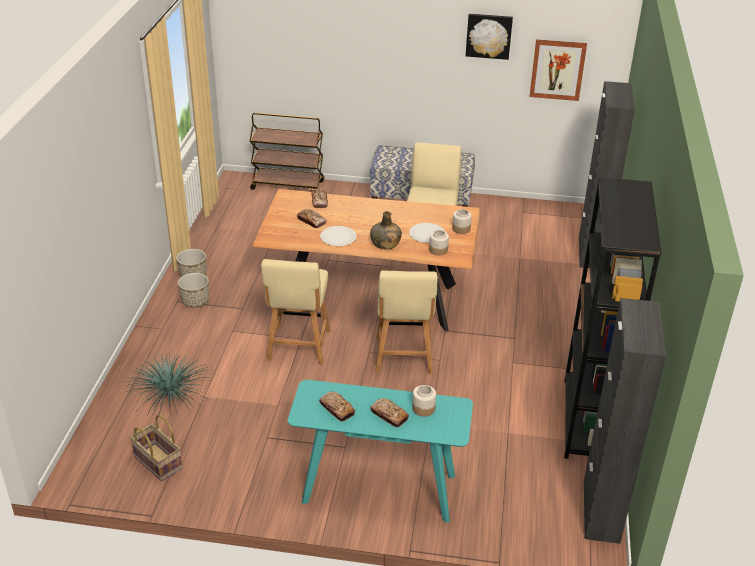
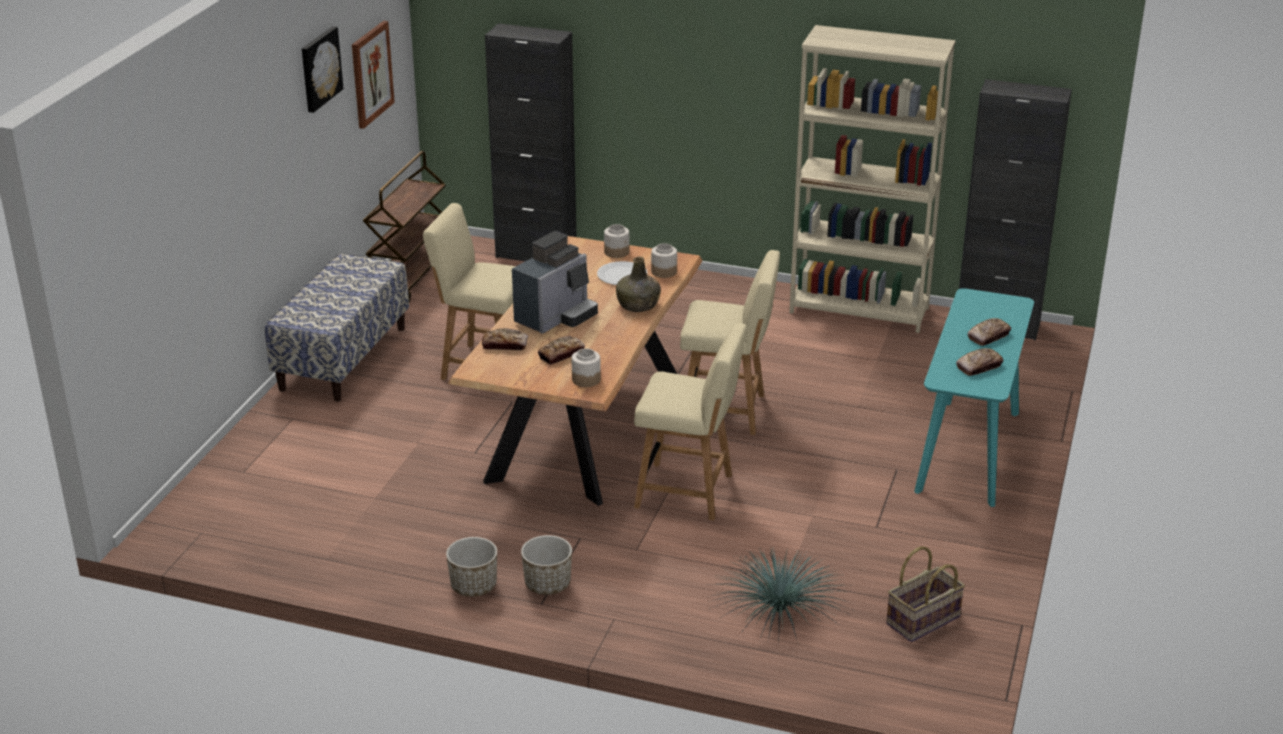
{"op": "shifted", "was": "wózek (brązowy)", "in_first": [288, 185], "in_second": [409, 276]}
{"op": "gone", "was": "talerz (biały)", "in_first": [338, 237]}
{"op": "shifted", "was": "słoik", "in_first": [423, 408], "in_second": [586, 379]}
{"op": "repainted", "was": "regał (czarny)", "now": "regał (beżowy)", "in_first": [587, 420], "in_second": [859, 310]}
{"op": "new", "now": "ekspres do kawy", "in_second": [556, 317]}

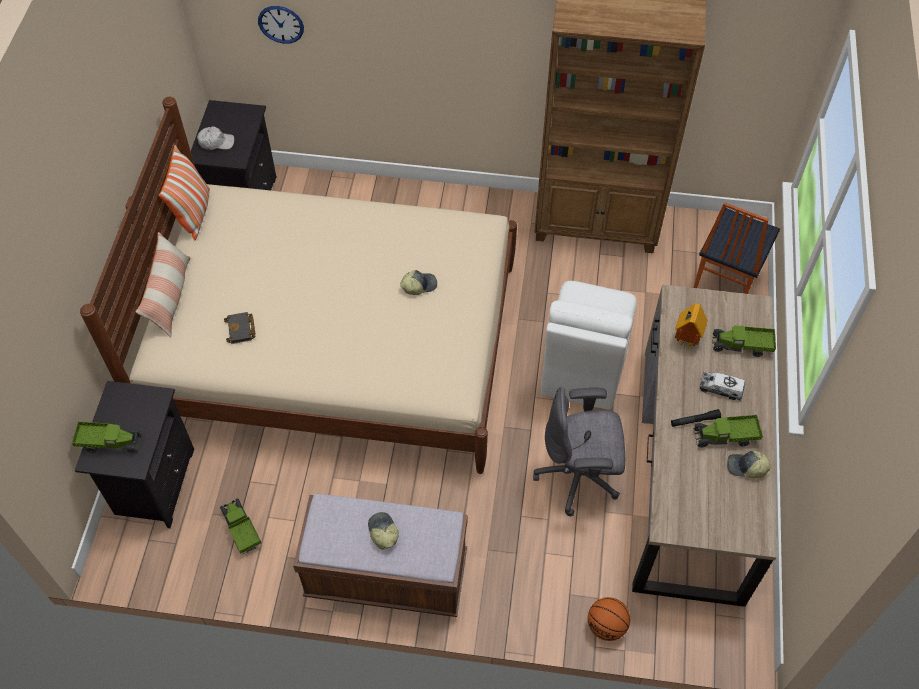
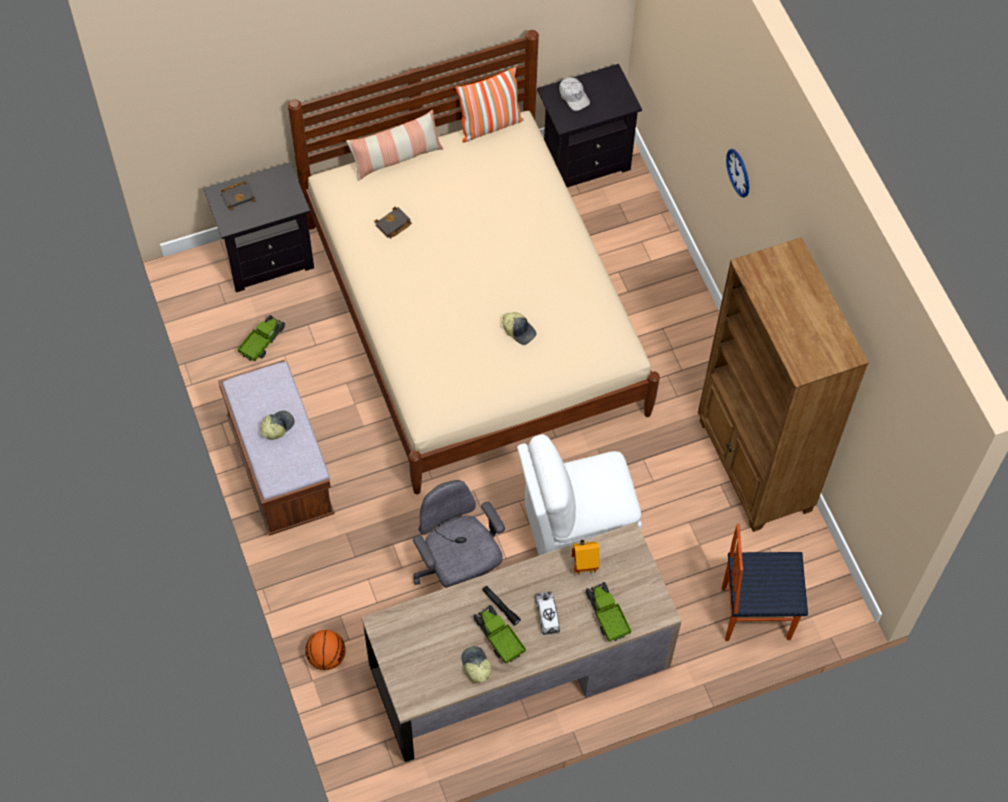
{"op": "swapped", "was": "ciężarówka zabawkowa", "now": "książka (czarny)", "in_first": [109, 442], "in_second": [238, 196]}
{"op": "shifted", "was": "zegar ścienny", "in_first": [281, 24], "in_second": [738, 172]}

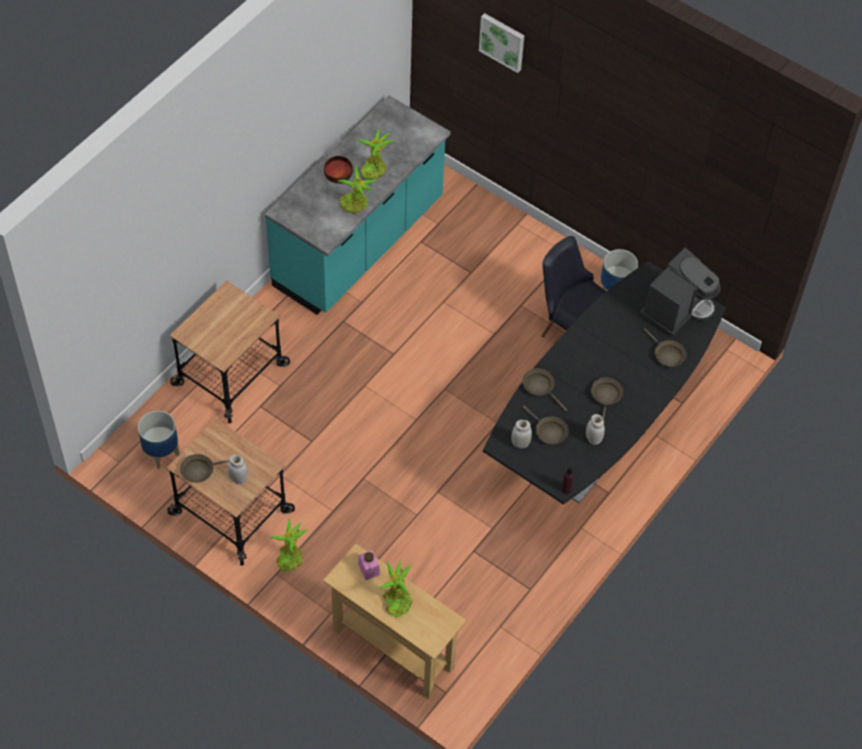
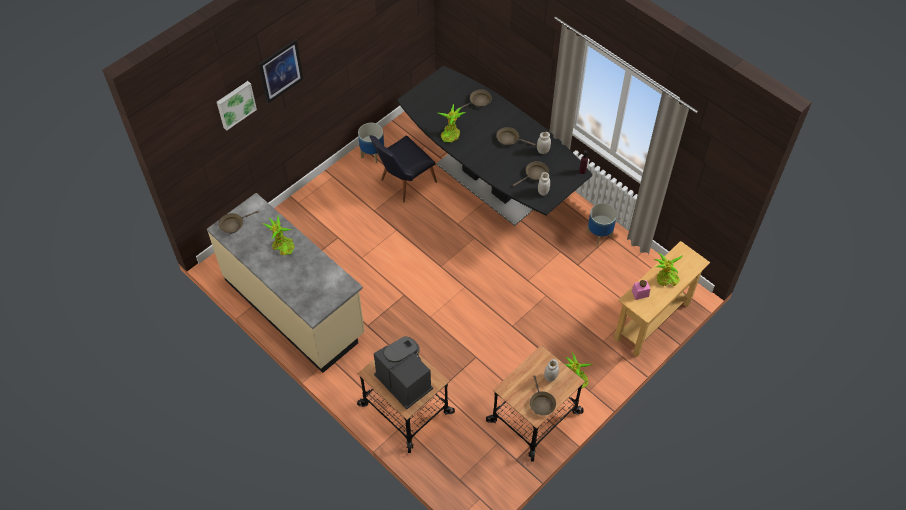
{"op": "shifted", "was": "donica", "in_first": [161, 453], "in_second": [599, 235]}
{"op": "repainted", "was": "zabudowa kuchenna (turkusowy)", "now": "zabudowa kuchenna (beżowy)", "in_first": [359, 244], "in_second": [295, 307]}
{"op": "gone", "was": "miska", "in_first": [338, 174]}
{"op": "shifted", "was": "roślina doniczkowa", "in_first": [356, 205], "in_second": [450, 134]}
{"op": "shifted", "was": "patelnia (brązowy)", "in_first": [540, 387], "in_second": [233, 224]}
{"op": "shifted", "was": "ekspres do kawy", "in_first": [677, 309], "in_second": [404, 380]}
{"op": "new", "now": "obraz", "in_second": [280, 71]}

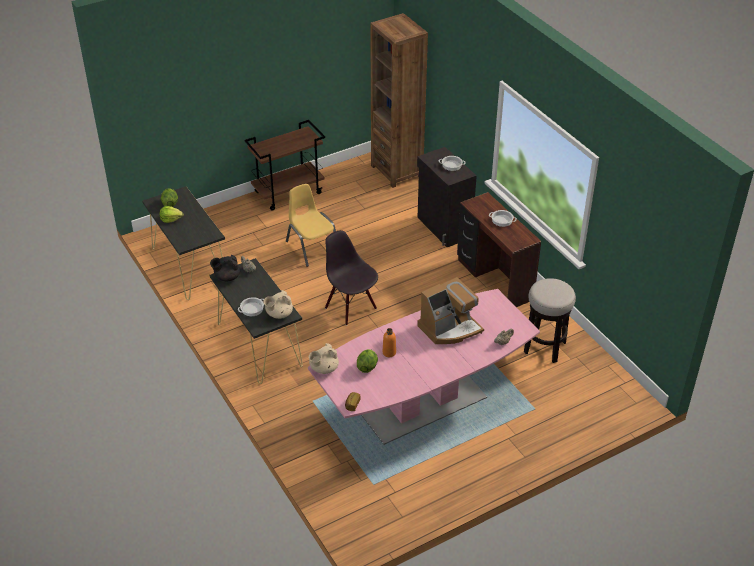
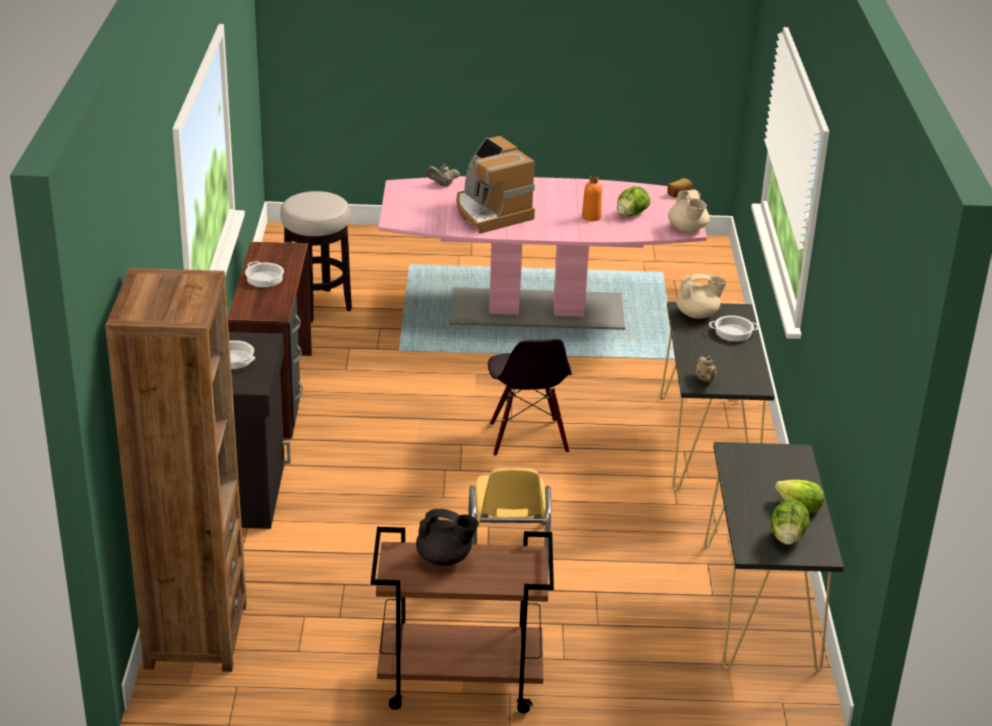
{"op": "shifted", "was": "imbryk (czarny)", "in_first": [227, 277], "in_second": [445, 558]}
{"op": "rotated", "was": "imbryk (beżowy)", "in_first": [323, 368], "in_second": [687, 229], "clockwise": 90}
{"op": "rotated", "was": "ekspres do kawy", "in_first": [450, 328], "in_second": [490, 213], "clockwise": -120}

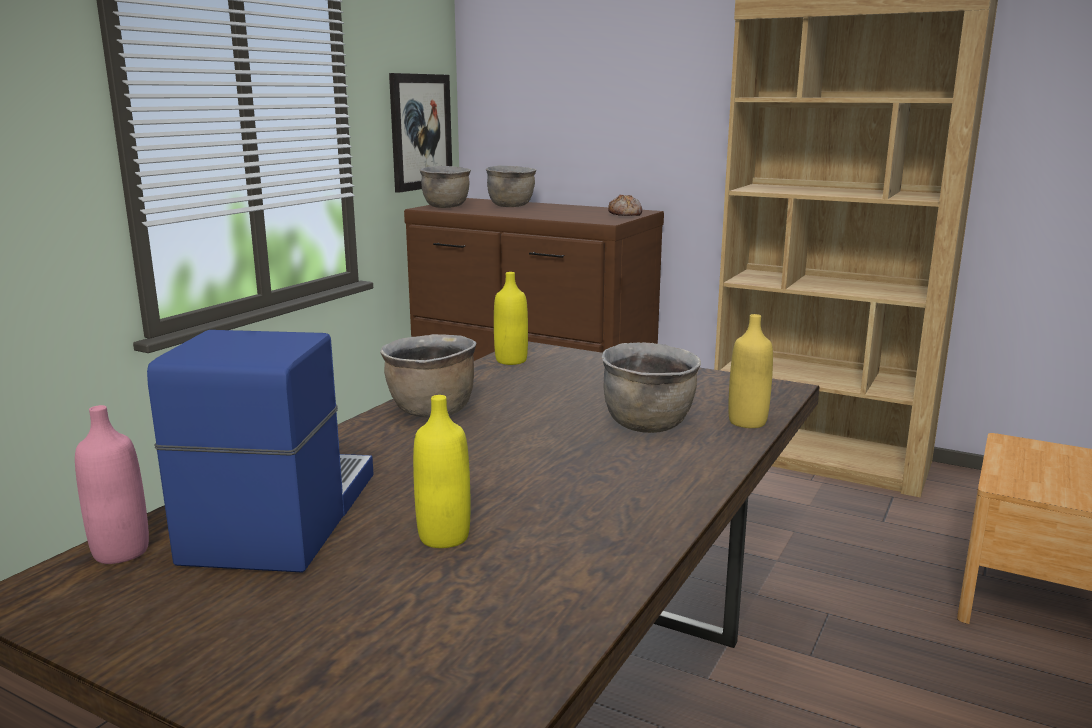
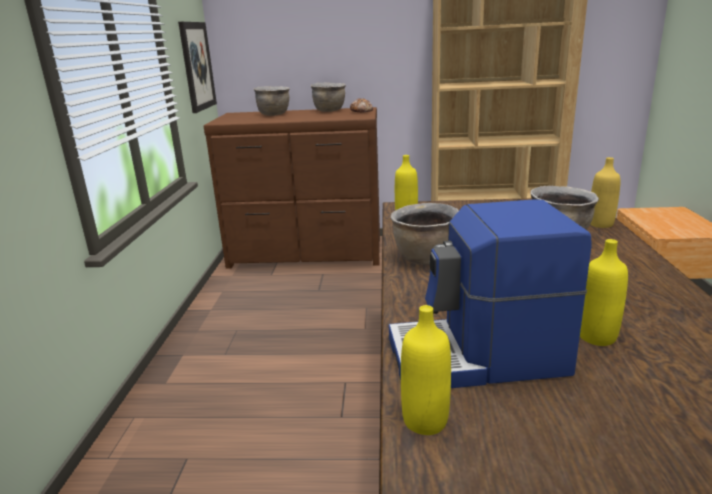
{"op": "repainted", "was": "butelka (różowy)", "now": "butelka (żółty)", "in_first": [121, 551], "in_second": [425, 421]}
{"op": "rotated", "was": "ekspres do kawy", "in_first": [279, 517], "in_second": [478, 357], "clockwise": -75}
{"op": "shifted", "was": "garnek (brązowy)", "in_first": [446, 207], "in_second": [329, 111]}

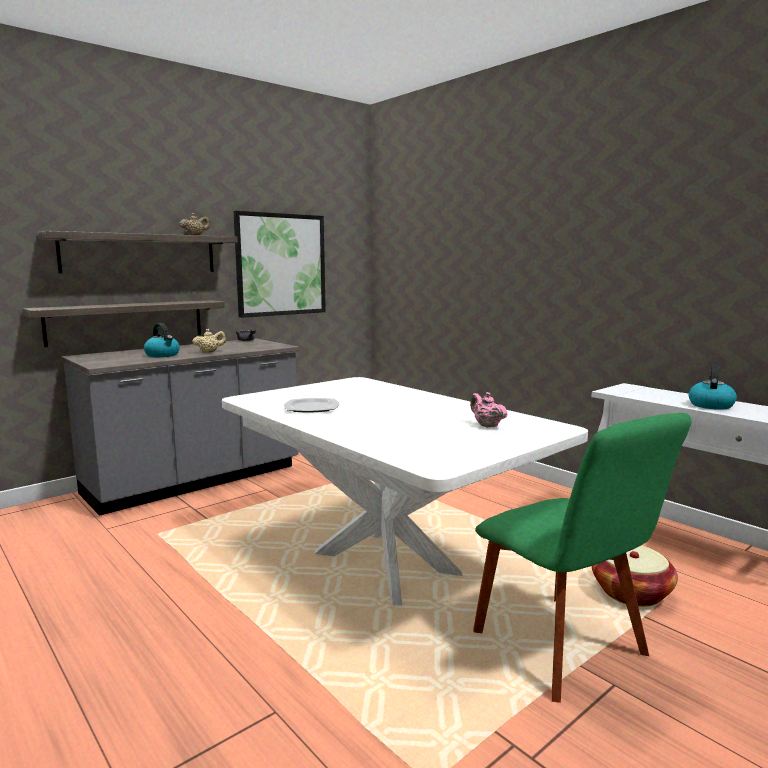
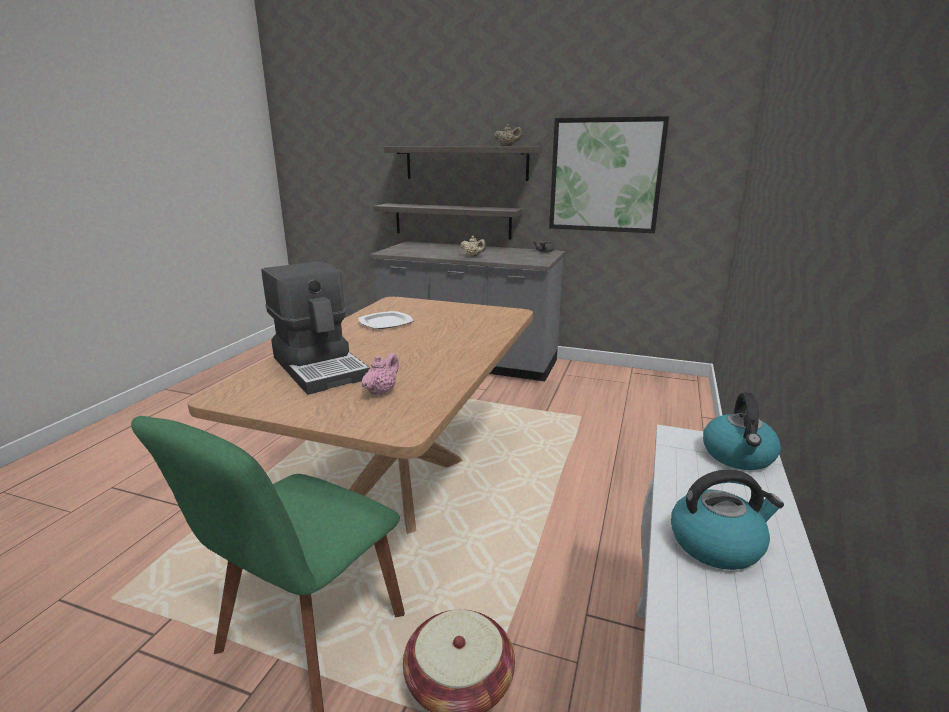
{"op": "shifted", "was": "czajnik", "in_first": [163, 355], "in_second": [738, 456]}
{"op": "repainted", "was": "stół jadalny (biały)", "now": "stół jadalny (brązowy)", "in_first": [385, 562], "in_second": [404, 484]}
{"op": "new", "now": "ekspres do kawy", "in_second": [321, 367]}

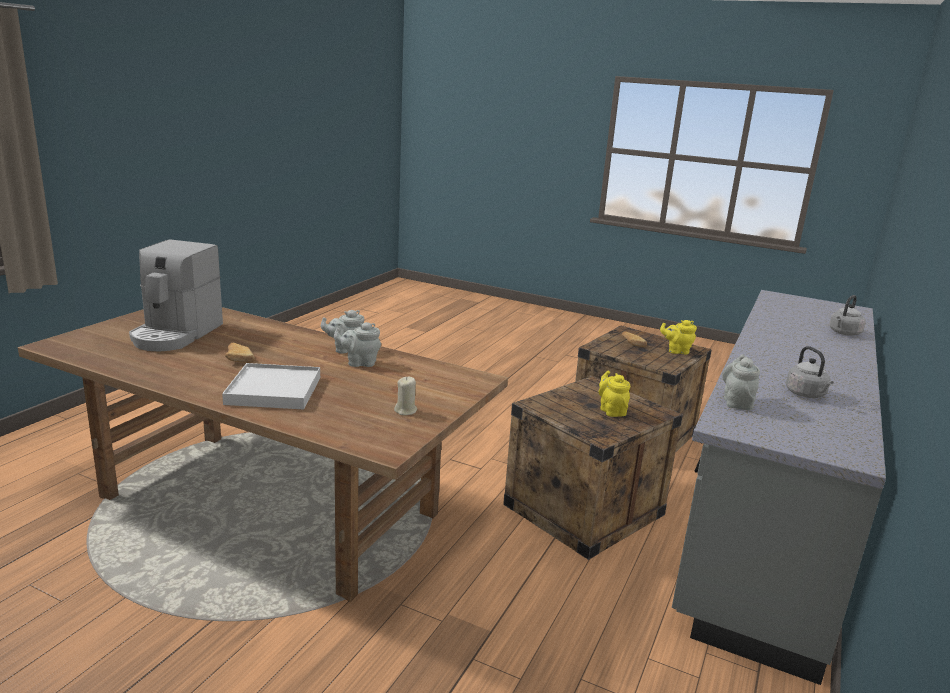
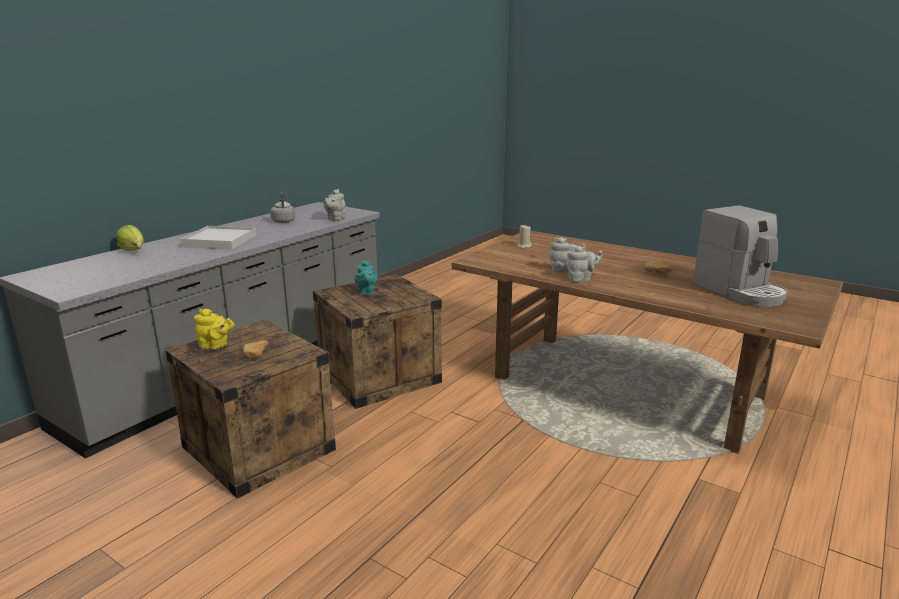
{"op": "rotated", "was": "ekspres do kawy", "in_first": [176, 334], "in_second": [740, 291], "clockwise": 135}
{"op": "shifted", "was": "taca (biały)", "in_first": [273, 390], "in_second": [220, 241]}
{"op": "repainted", "was": "imbryk (żółty)", "now": "imbryk (turkusowy)", "in_first": [611, 410], "in_second": [366, 293]}
{"op": "swapped", "was": "czajnik (szary)", "now": "sałata", "in_first": [843, 333], "in_second": [134, 252]}

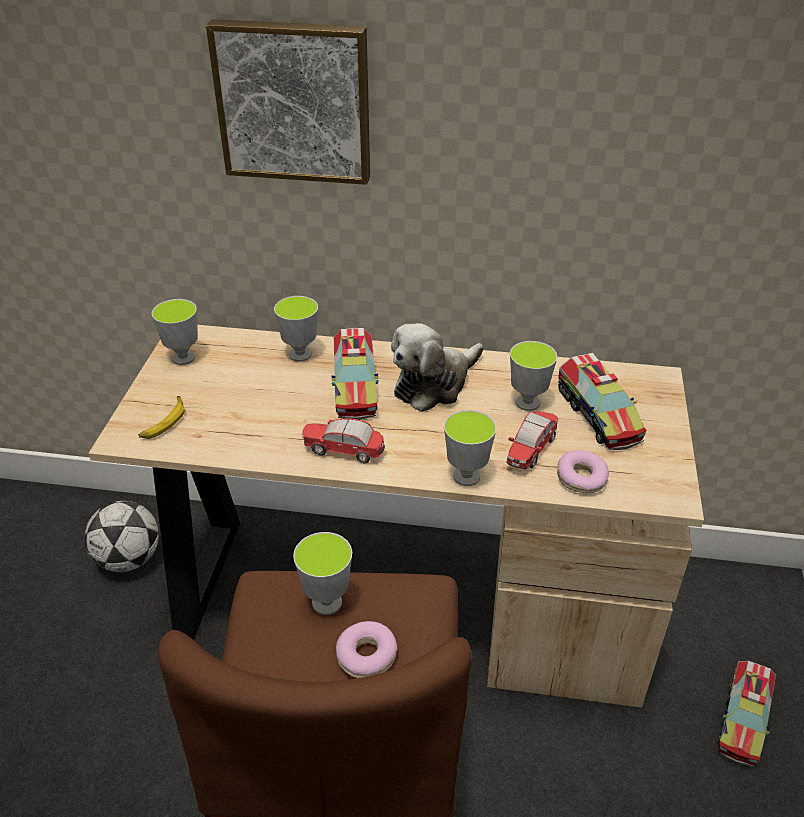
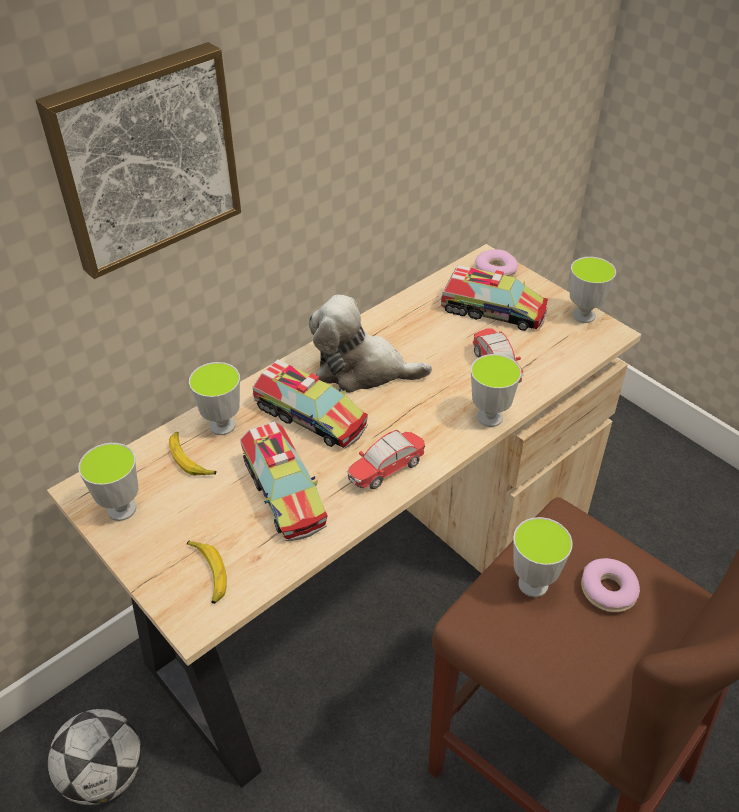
{"op": "rotated", "was": "pluszak", "in_first": [434, 384], "in_second": [362, 369], "clockwise": 105}
{"op": "shifted", "was": "filiżanka", "in_first": [527, 402], "in_second": [583, 315]}
{"op": "shifted", "was": "donut", "in_first": [581, 478], "in_second": [495, 271]}
{"op": "shifted", "was": "ciężarówka zabawkowa", "in_first": [743, 719], "in_second": [284, 492]}
{"op": "new", "now": "banan", "in_second": [190, 459]}

